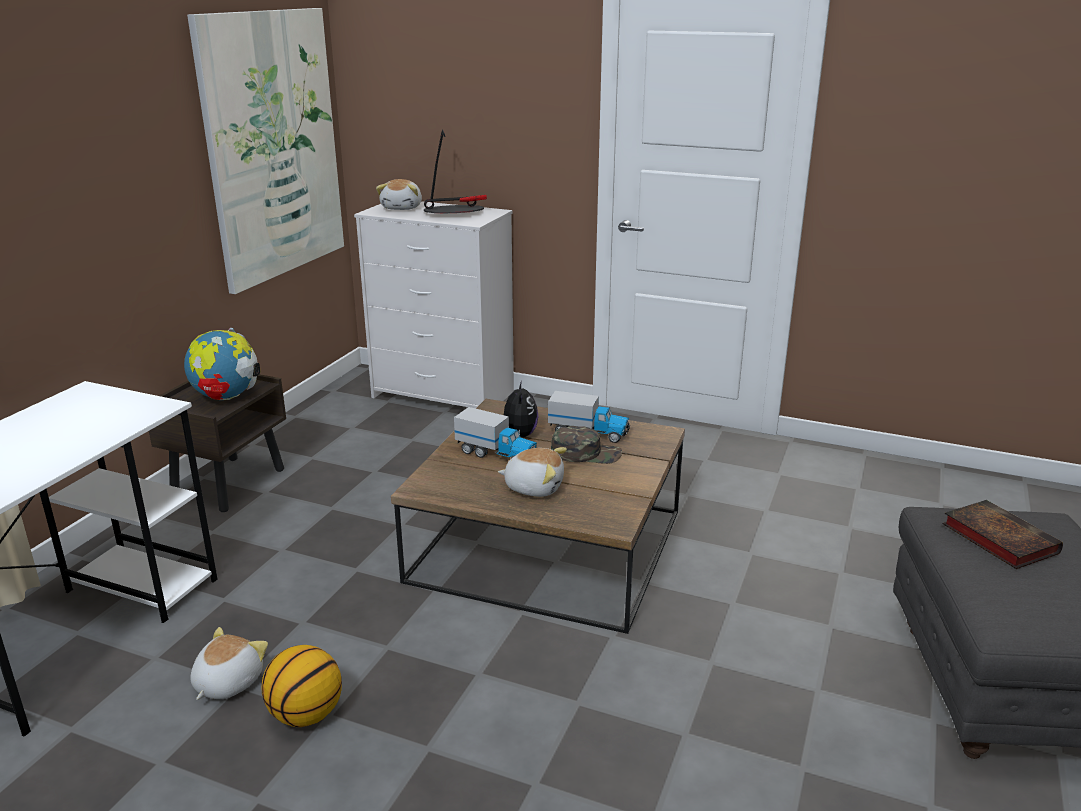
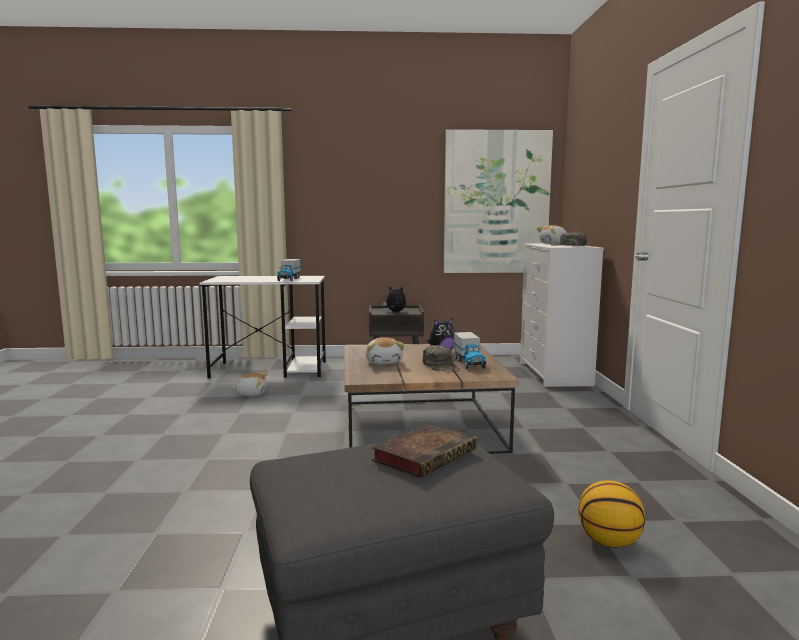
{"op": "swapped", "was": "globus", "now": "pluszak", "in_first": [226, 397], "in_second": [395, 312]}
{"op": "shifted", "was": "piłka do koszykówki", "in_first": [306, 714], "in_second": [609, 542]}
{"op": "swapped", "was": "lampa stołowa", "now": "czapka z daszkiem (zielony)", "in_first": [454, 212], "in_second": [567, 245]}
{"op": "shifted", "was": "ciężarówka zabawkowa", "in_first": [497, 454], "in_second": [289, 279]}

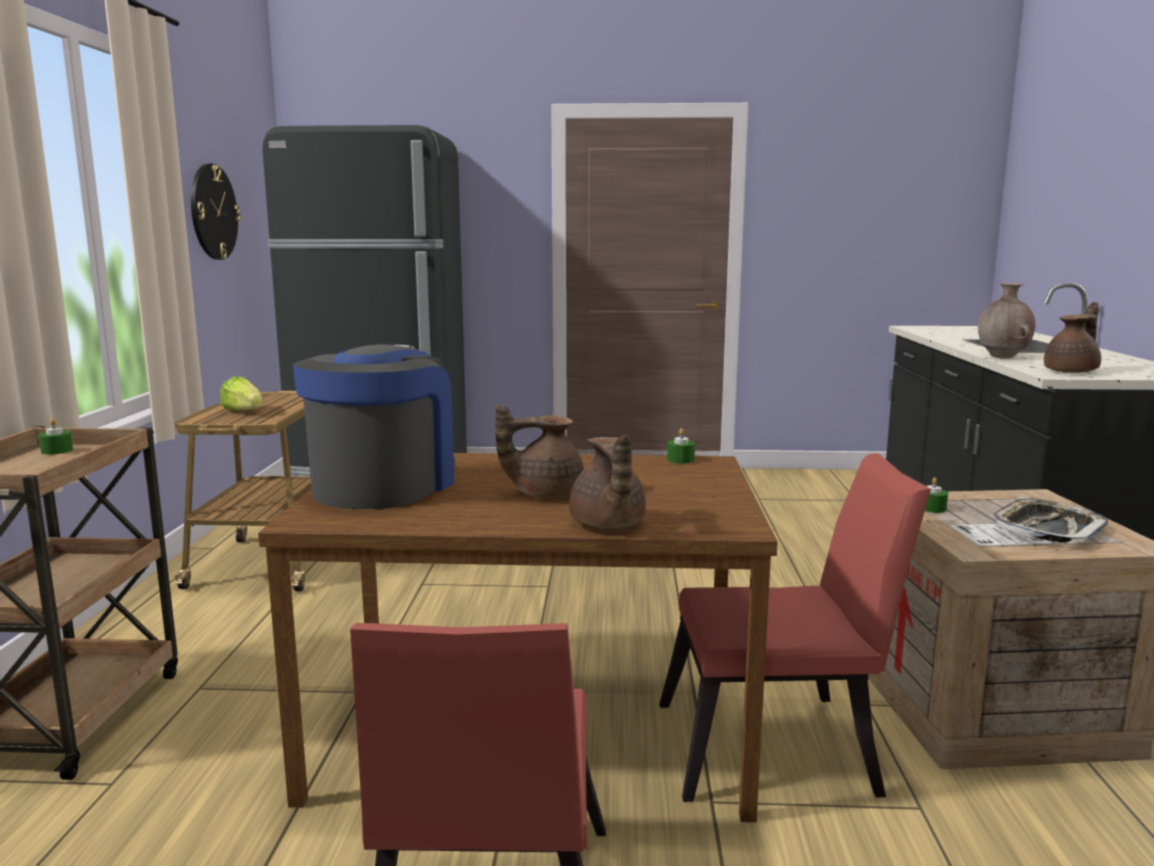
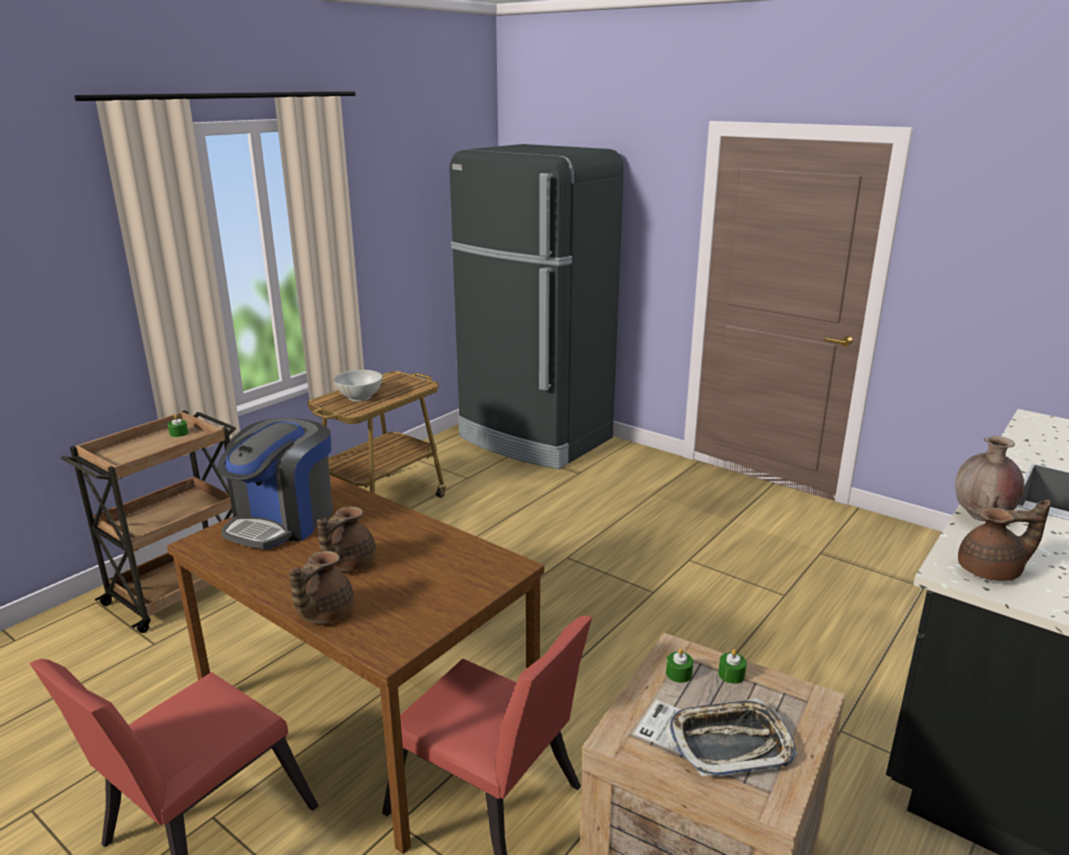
{"op": "gone", "was": "zegar ścienny", "in_first": [213, 212]}
{"op": "swapped", "was": "sałata", "now": "miska (biały)", "in_first": [244, 412], "in_second": [360, 397]}
{"op": "rotated", "was": "ekspres do kawy", "in_first": [384, 486], "in_second": [283, 521], "clockwise": 150}
{"op": "rotated", "was": "imbryk (brązowy)", "in_first": [545, 493], "in_second": [348, 564], "clockwise": -90}
{"op": "shifted", "was": "świeca (zielony)", "in_first": [680, 460], "in_second": [731, 674]}

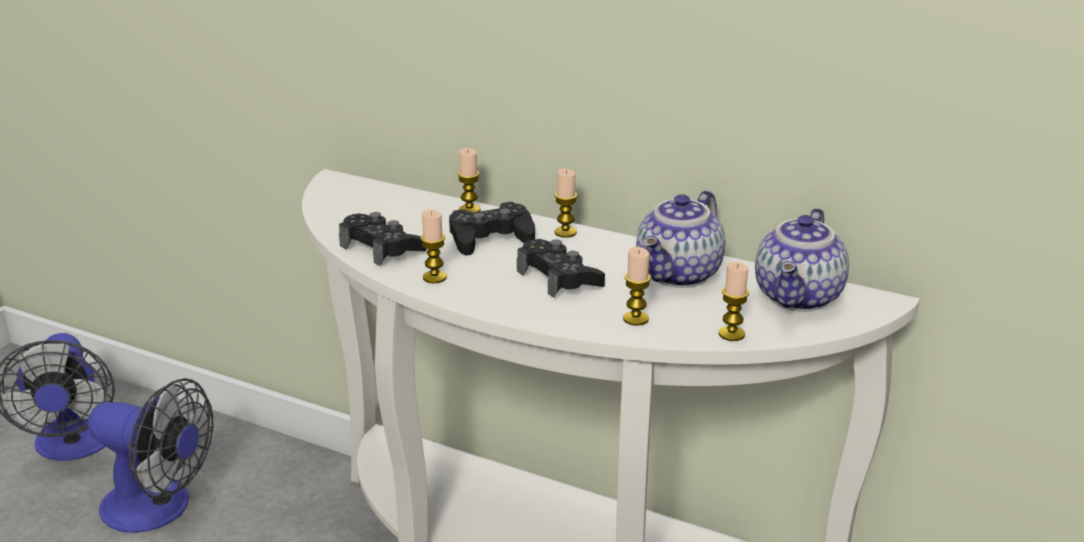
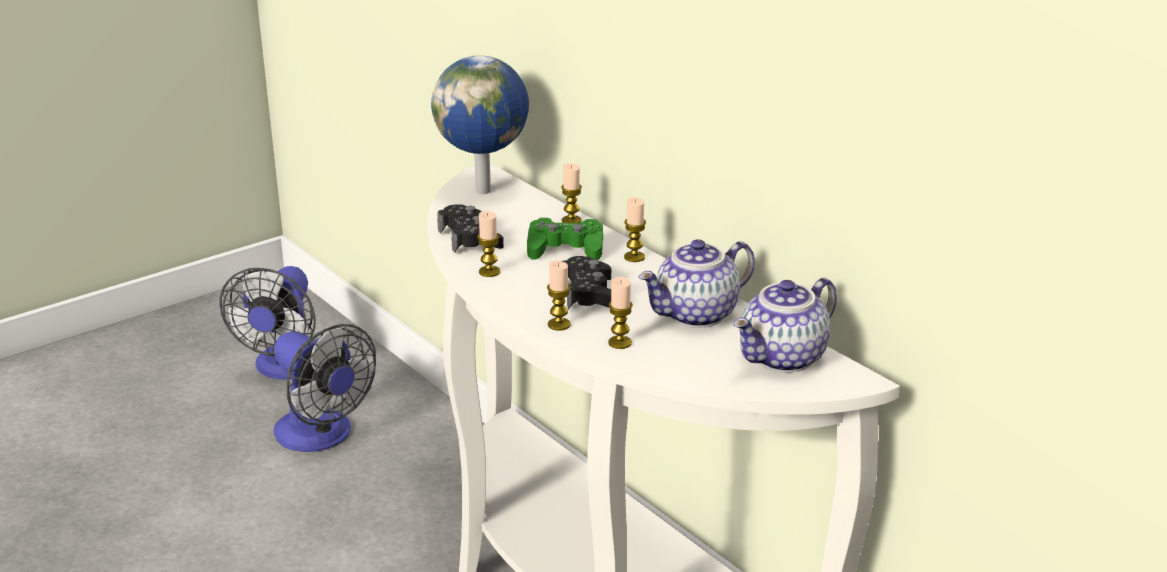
{"op": "repainted", "was": "pad do gier (czarny)", "now": "pad do gier (zielony)", "in_first": [490, 238], "in_second": [565, 249]}
{"op": "shifted", "was": "świeca", "in_first": [731, 334], "in_second": [559, 324]}
{"op": "new", "now": "globus", "in_second": [485, 190]}

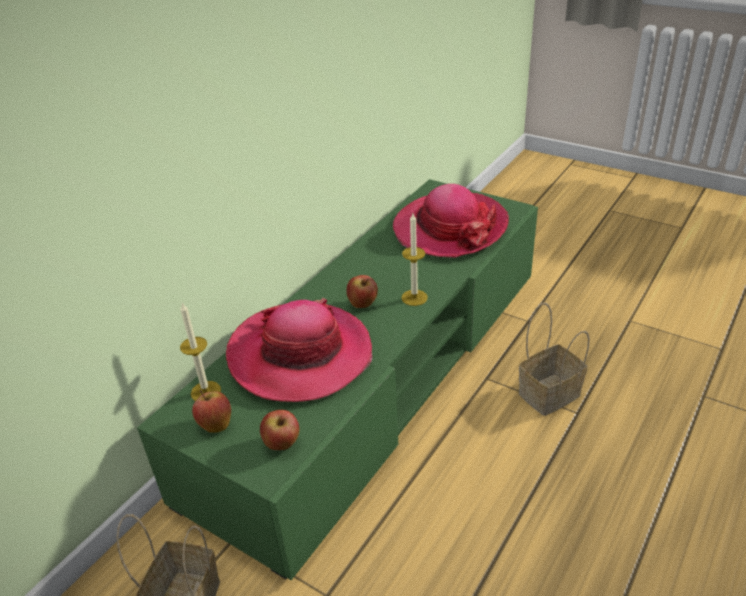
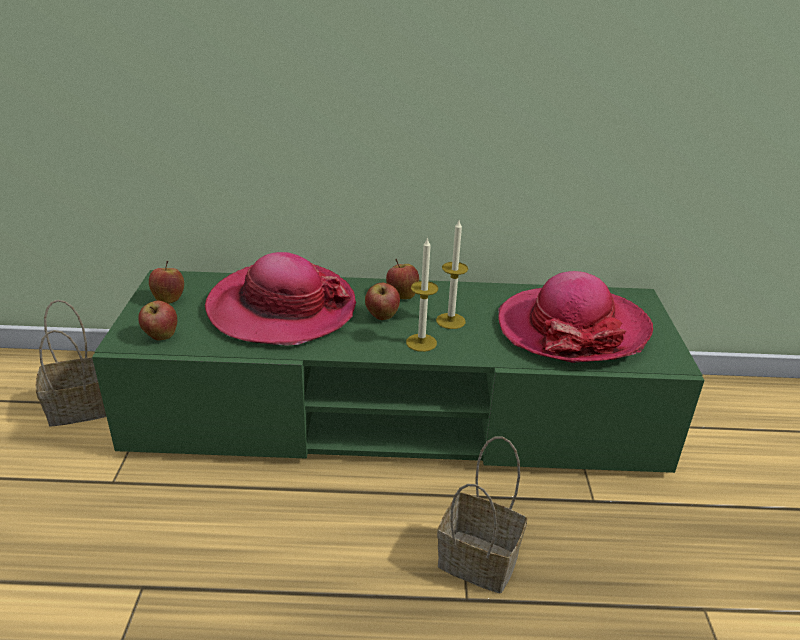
{"op": "shifted", "was": "świeca", "in_first": [206, 391], "in_second": [450, 321]}
{"op": "new", "now": "jabłko", "in_second": [402, 295]}

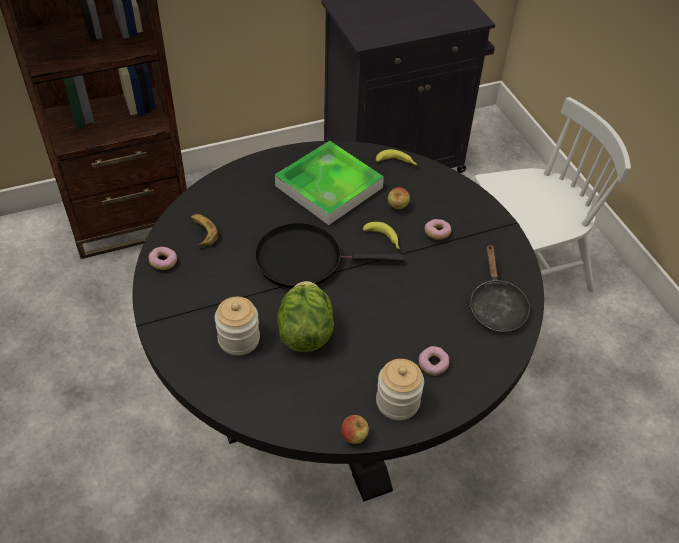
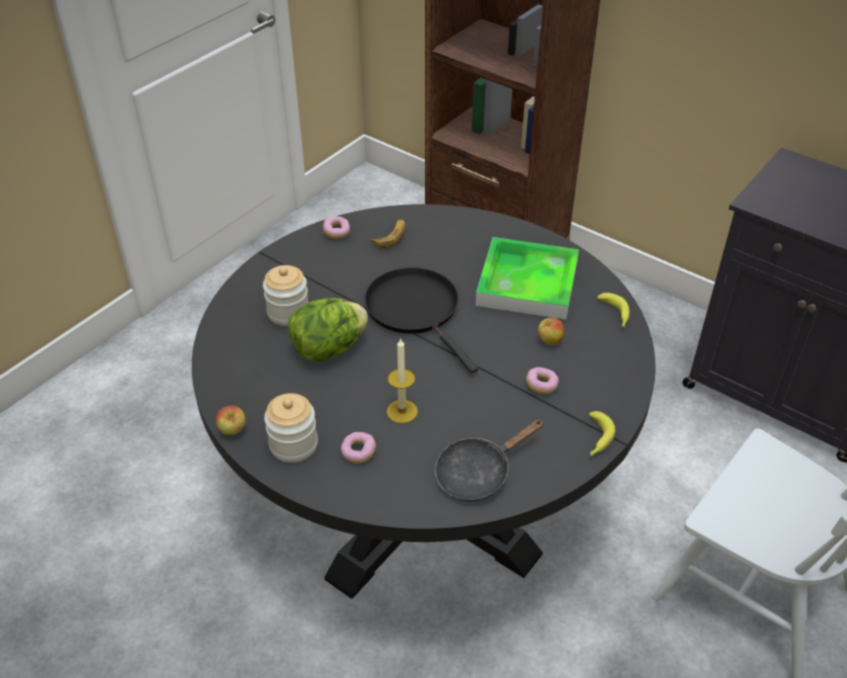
{"op": "shifted", "was": "banan", "in_first": [383, 239], "in_second": [596, 439]}
{"op": "new", "now": "świeca", "in_second": [402, 411]}

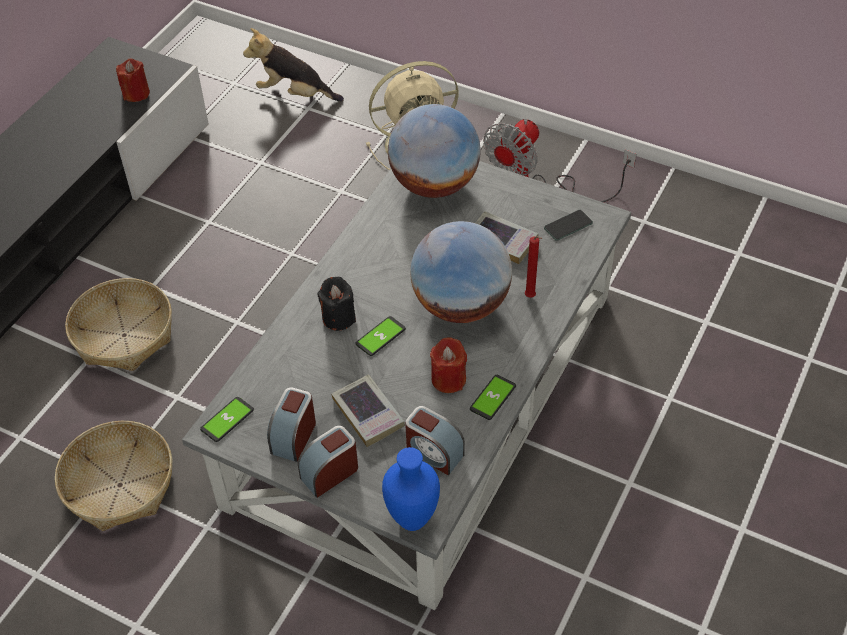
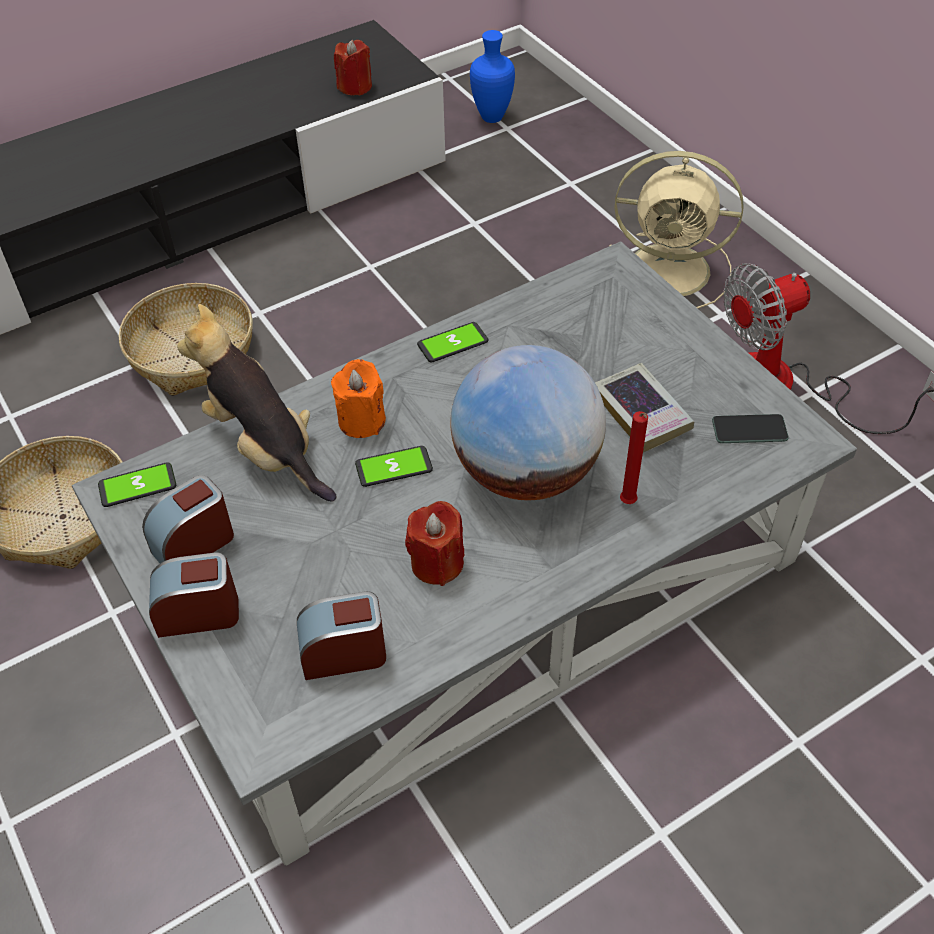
{"op": "shifted", "was": "pluszak", "in_first": [294, 94], "in_second": [266, 448]}
{"op": "repainted", "was": "świeca (czarny)", "now": "świeca (pomarańczowy)", "in_first": [338, 318], "in_second": [361, 420]}
{"op": "gone", "was": "książka", "in_first": [368, 414]}
{"op": "shifted", "was": "wazon (niebieski)", "in_first": [410, 519], "in_second": [491, 117]}
{"op": "gone", "was": "globus", "in_first": [434, 184]}
{"op": "rotated", "was": "budzik", "in_first": [433, 452], "in_second": [344, 653], "clockwise": 105}
{"op": "shifted", "was": "telefon", "in_first": [493, 398], "in_second": [453, 343]}

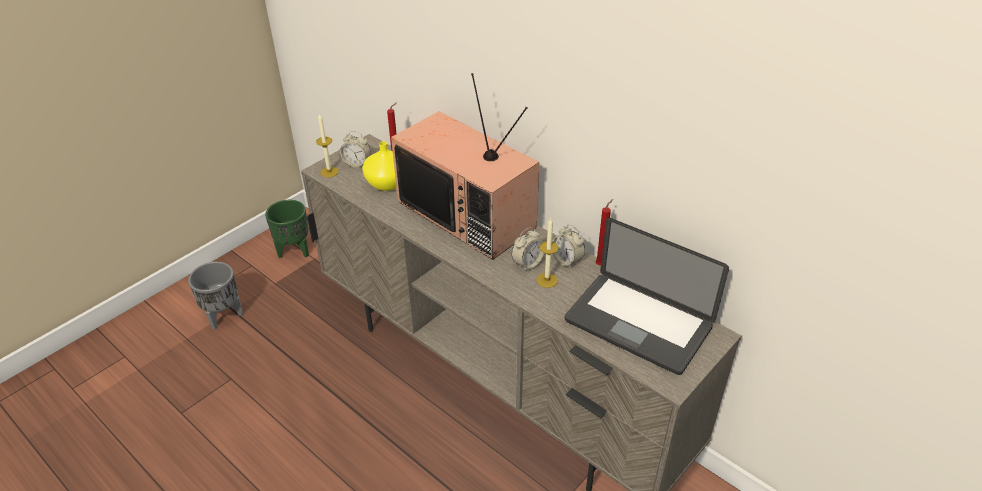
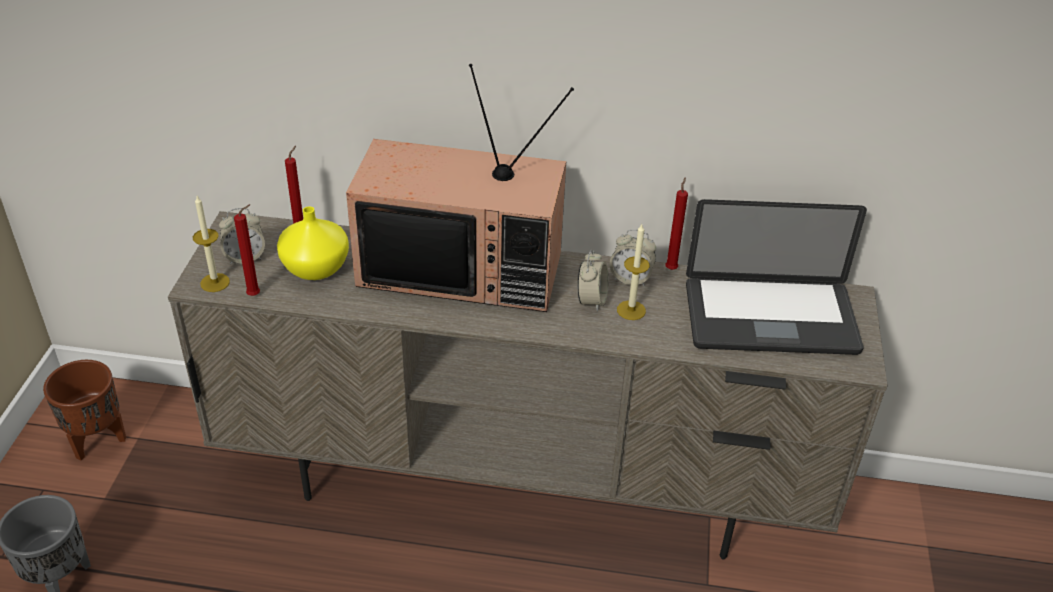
{"op": "repainted", "was": "donica (zielony)", "now": "donica (brązowy)", "in_first": [294, 251], "in_second": [97, 440]}
{"op": "new", "now": "świeca (czerwony)", "in_second": [256, 295]}

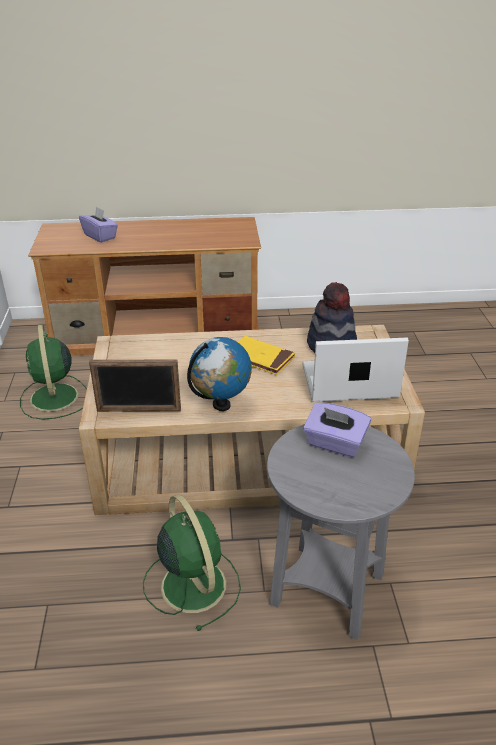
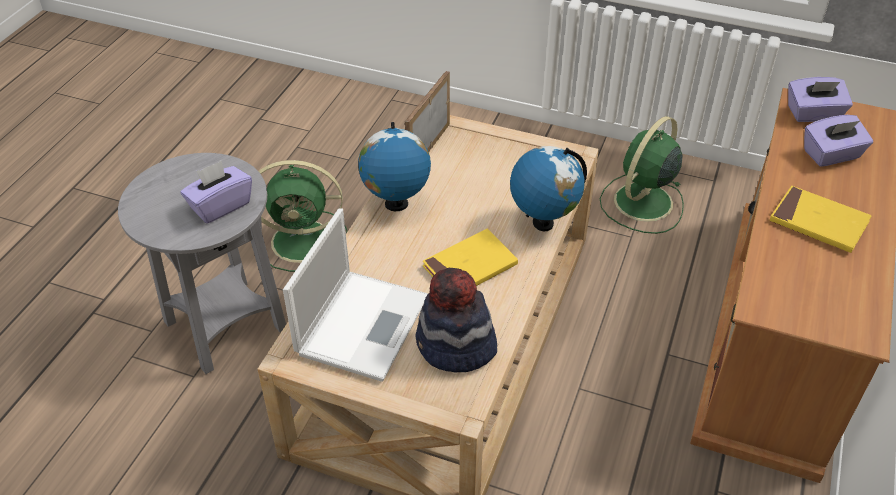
{"op": "rotated", "was": "wentylator (zielony)", "in_first": [54, 398], "in_second": [641, 203], "clockwise": -60}
{"op": "new", "now": "globus", "in_second": [543, 223]}
{"op": "new", "now": "książka (żółty)", "in_second": [818, 222]}
{"op": "new", "now": "pudełko chusteczek (fioletowy)", "in_second": [814, 114]}

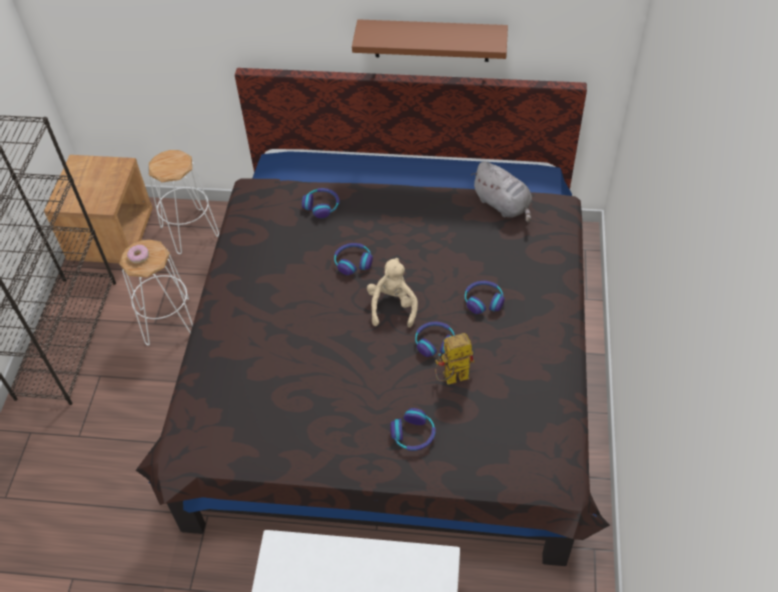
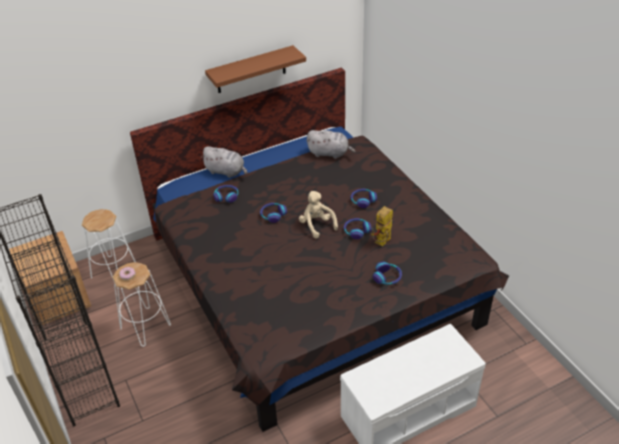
{"op": "new", "now": "pluszak (szary)", "in_second": [226, 171]}

